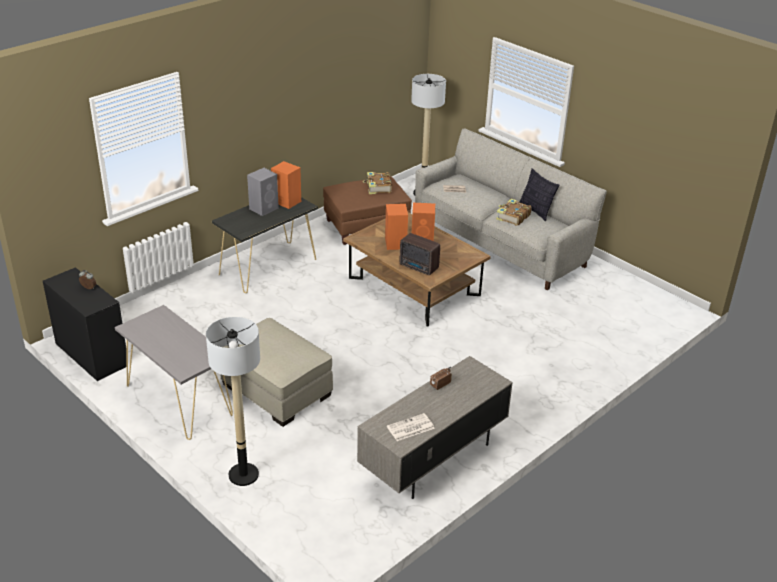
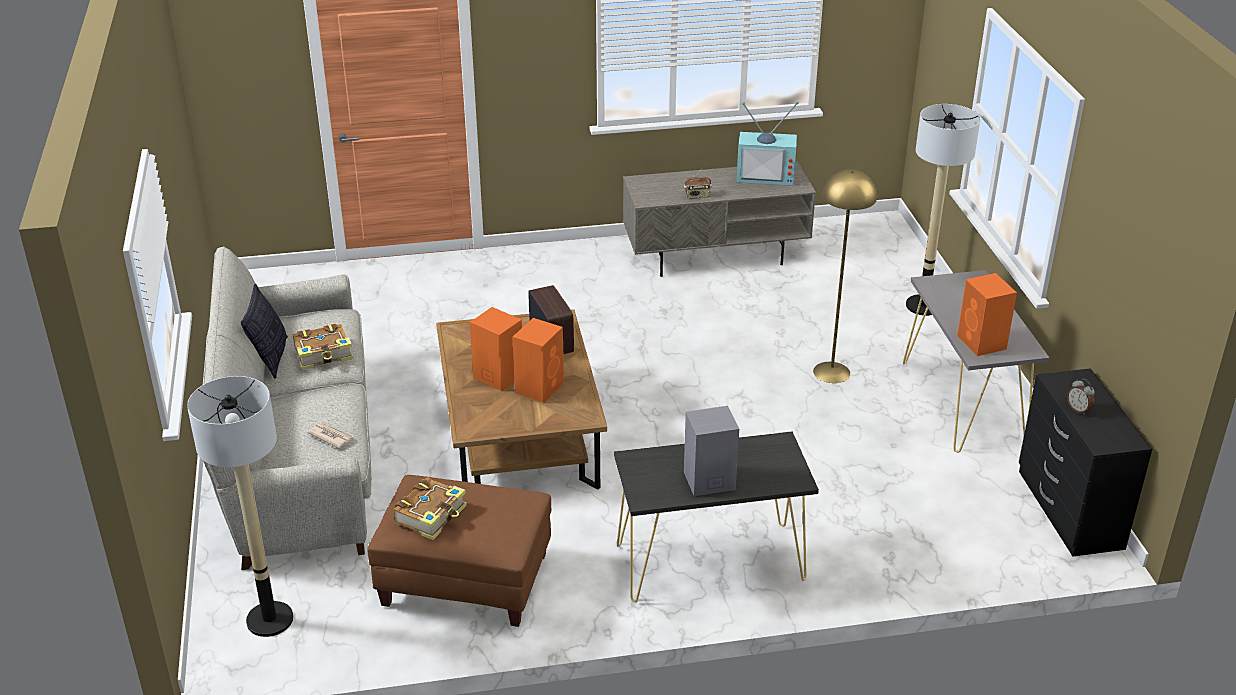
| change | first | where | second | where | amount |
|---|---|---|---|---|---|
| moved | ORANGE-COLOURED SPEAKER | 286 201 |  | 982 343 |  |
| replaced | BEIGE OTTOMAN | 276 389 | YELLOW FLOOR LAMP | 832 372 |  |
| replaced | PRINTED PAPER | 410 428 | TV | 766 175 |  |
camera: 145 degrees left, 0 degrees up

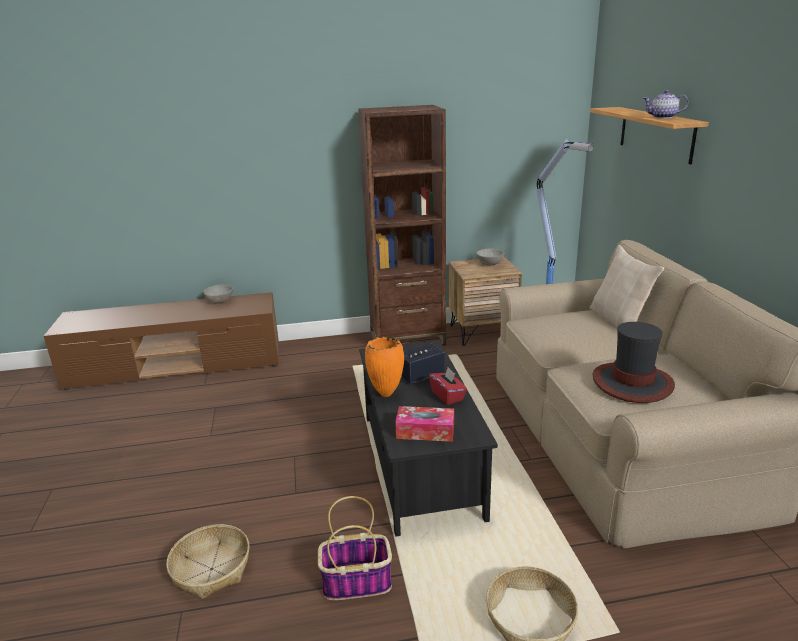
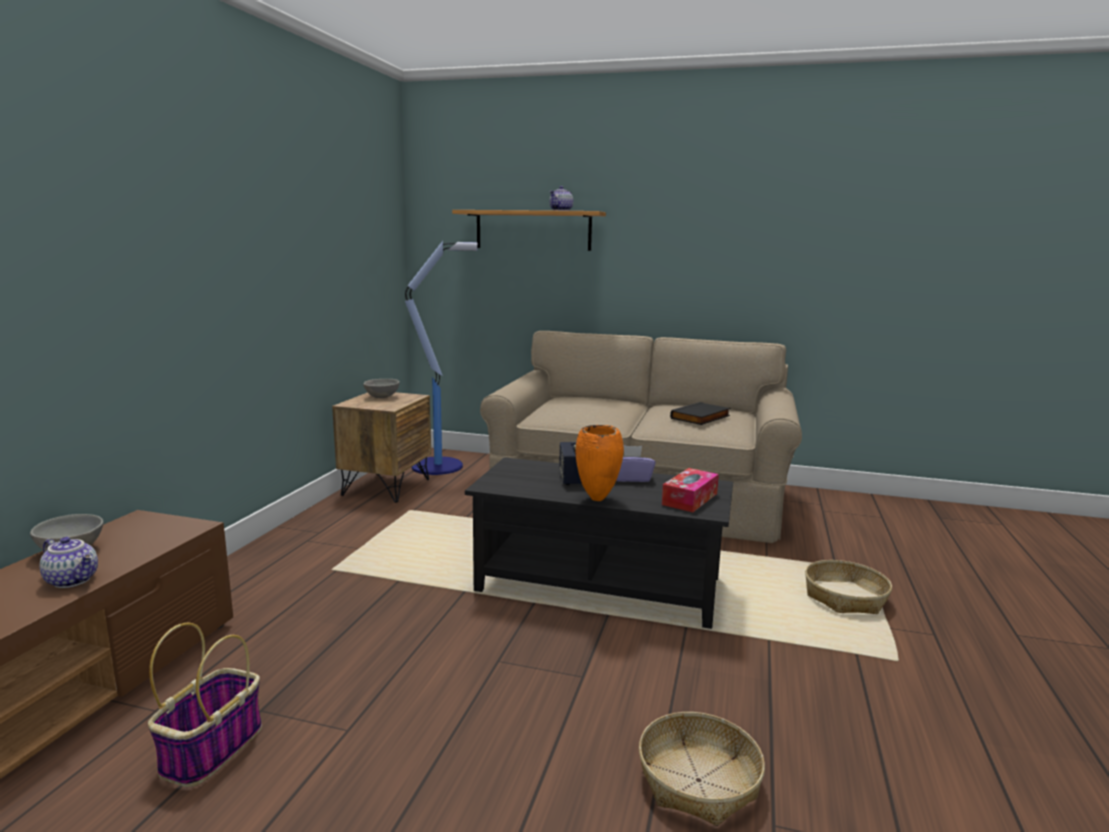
| change | first | where | second | where | amount |
|---|---|---|---|---|---|
| removed | BROWNISH BOOKCASE | 407 339 |  |  |  |
| removed | BEIGE THROW PILLOW | 619 321 |  |  |  |
| replaced | CLOTHING HAT | 632 383 | BLACKISH BOUND BOOK | 701 417 |  |
| recoloured | RED TISSUE HOLDER | 448 396 | PURPLISH TISSUE HOLDER | 631 478 |  |
| moved | STORAGE BASKET | 357 582 |  | 212 748 |  |
| added |  |  | TEA POT | 73 580 |  |
camera: 65 degrees left, 10 degrees down

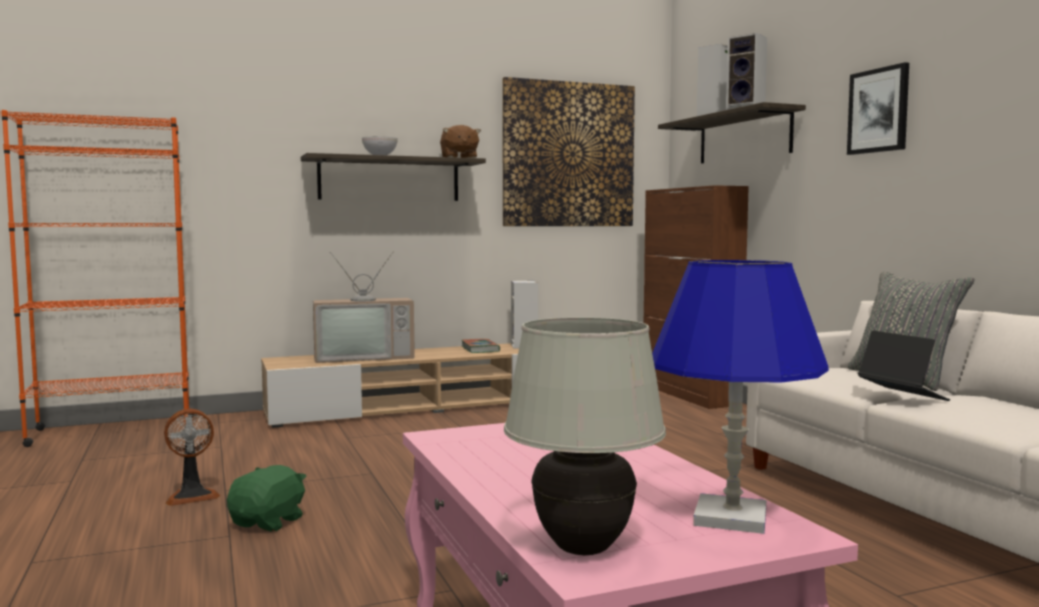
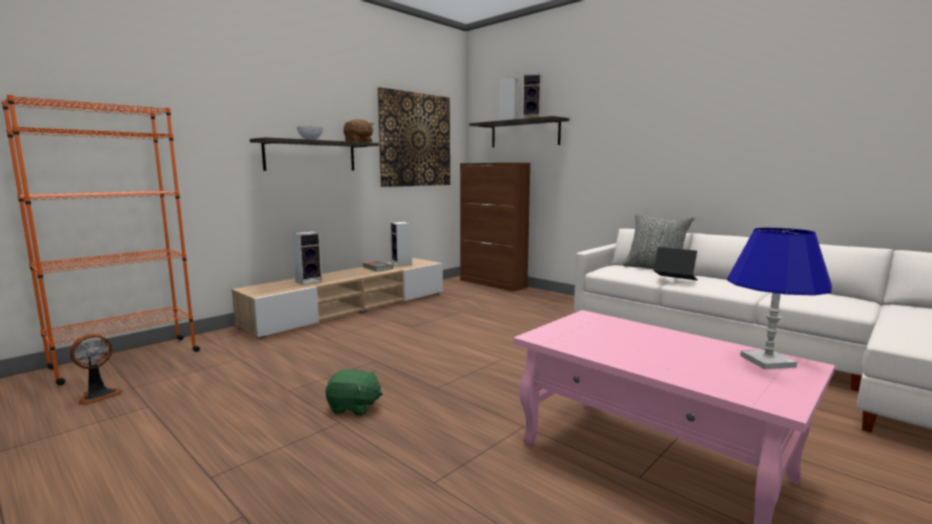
| change | first | where | second | where | amount |
|---|---|---|---|---|---|
| removed | WALL ART | 878 110 |  |  |  |
| replaced | TV | 364 357 | SPEAKER | 309 281 |  |
| removed | WHITE-COLOURED TABLETOP LAMP | 582 548 |  |  |  |
| moved | COOLING FAN | 192 496 |  | 98 395 |  |
| turned | GREEN CUDDLY TOY | 269 522 |  | 354 407 | 105 degrees clockwise |
camera: 25 degrees left, 5 degrees up

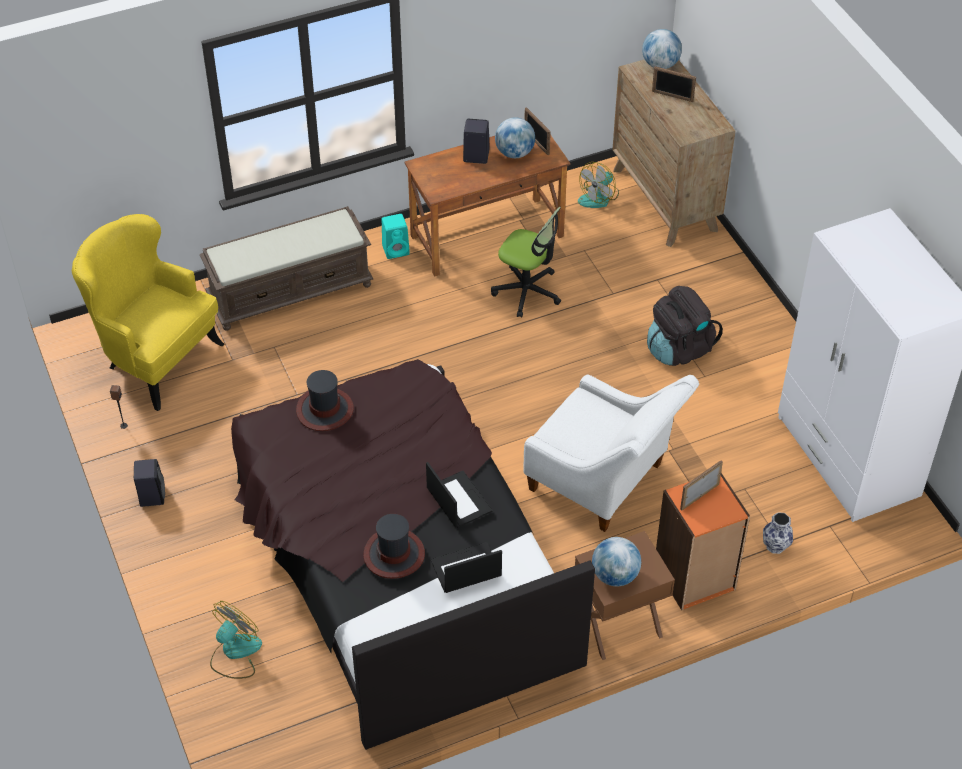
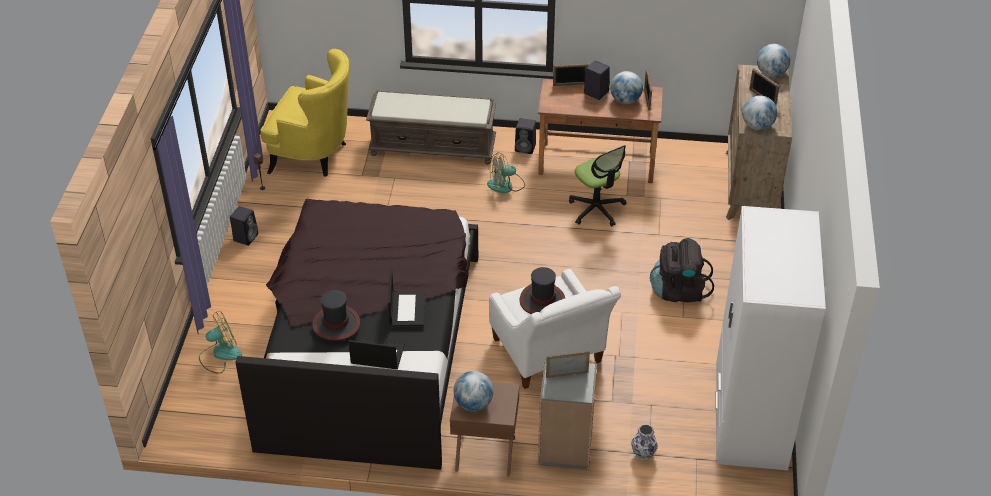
| change | first | where | second | where | amount |
|---|---|---|---|---|---|
| moved | COOLING FAN | 599 197 |  | 506 185 |  |
| turned | YELLOW LOUNGE CHAIR | 156 358 |  | 314 155 | 135 degrees clockwise |
| recoloured | BLUE-GREEN SPEAKER | 396 250 | BLACKISH SPEAKER | 526 148 |  |
| moved | CLOTHING HAT | 324 410 |  | 542 300 |  |
| recoloured | ORANGE-COLOURED BOOKCASE | 694 578 | GREYISH BOOKCASE | 565 448 |  |
| added |  |  | PHOTO FRAME | 570 84 |  |
| added |  |  | WORLD GLOBE | 757 126 |  |
camera: 30 degrees right, 5 degrees down

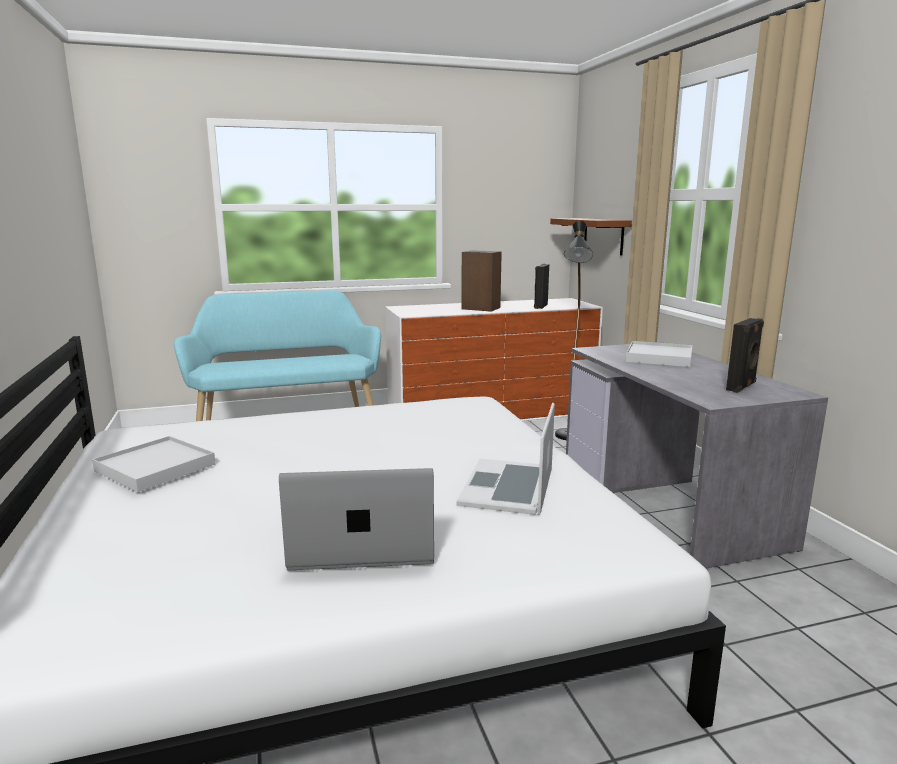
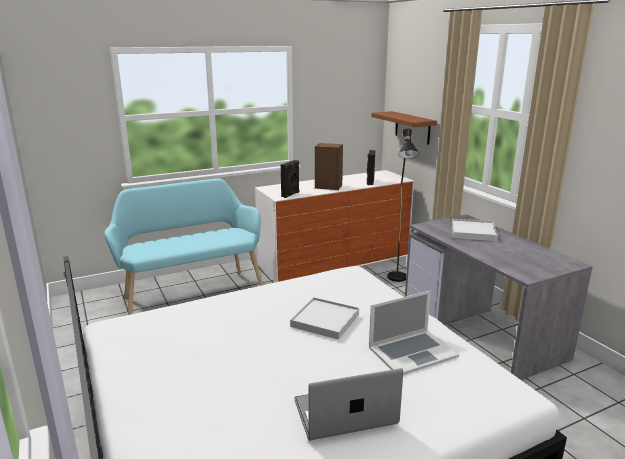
| change | first | where | second | where | amount |
|---|---|---|---|---|---|
| moved | BLACKISH SPEAKER | 742 387 |  | 291 194 |  |
| turned | LAPTOP | 508 486 |  | 412 352 | 120 degrees counterclockwise |
| moved | WHITE-COLOURED TRAY | 155 467 |  | 325 320 |  |
camera: 10 degrees left, 5 degrees up

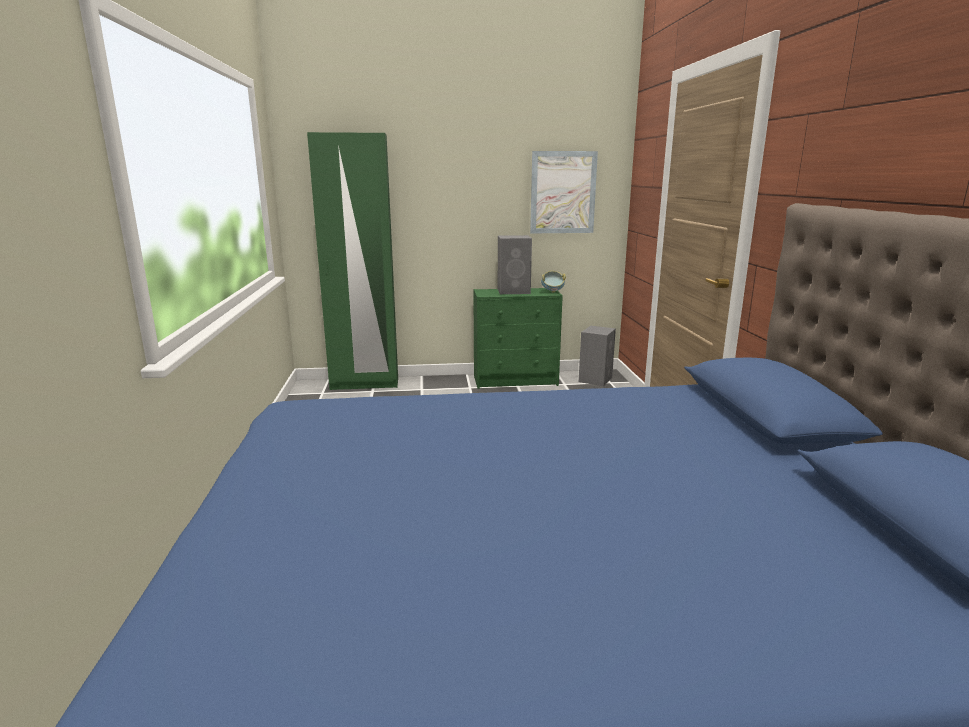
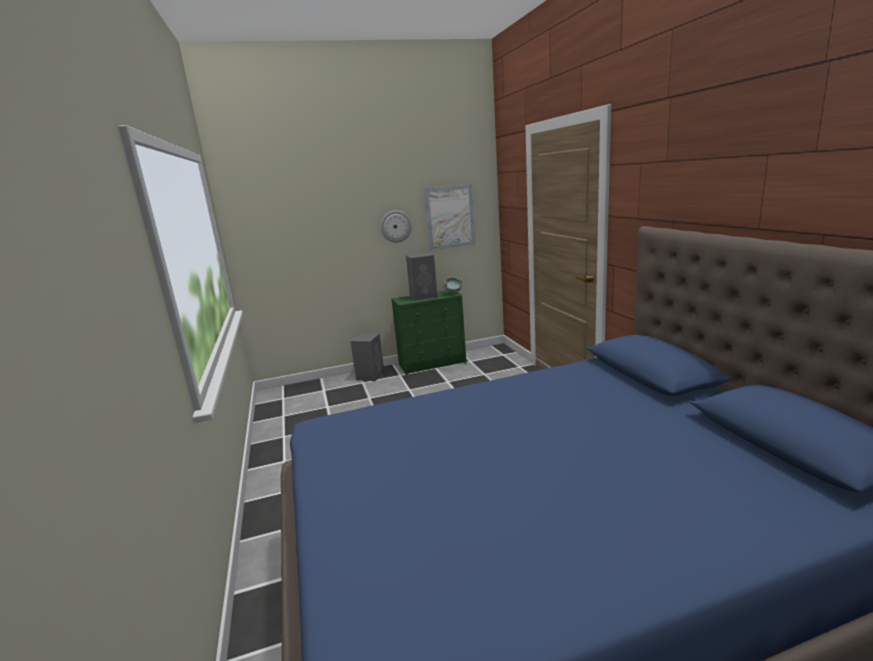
| change | first | where | second | where | amount |
|---|---|---|---|---|---|
| removed | GREEN CLOTHES CUPBOARD | 364 384 |  |  |  |
| moved | GREYISH SPEAKER | 595 379 |  | 370 375 |  |
| added |  |  | CLOCK ON THE WALL | 395 226 |  |
camera: 10 degrees left, 0 degrees up

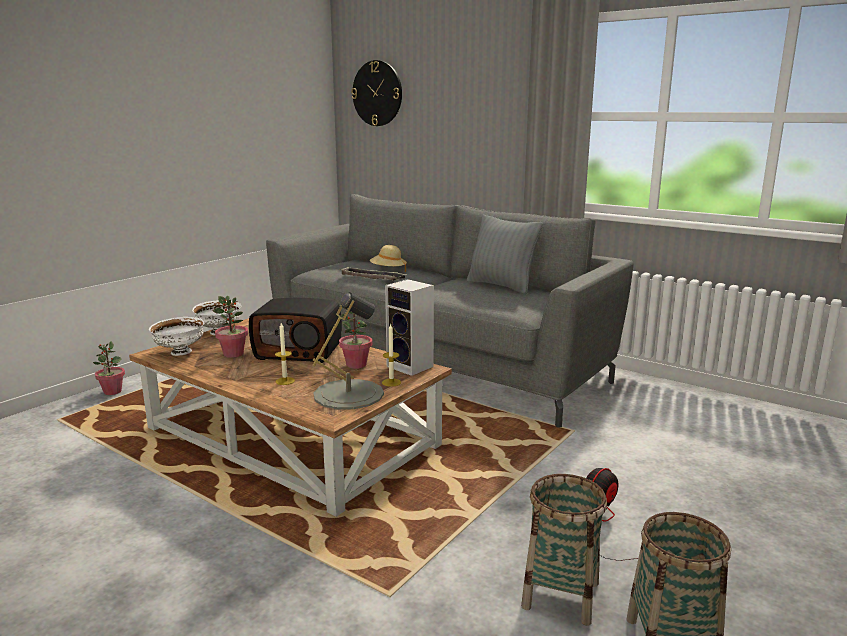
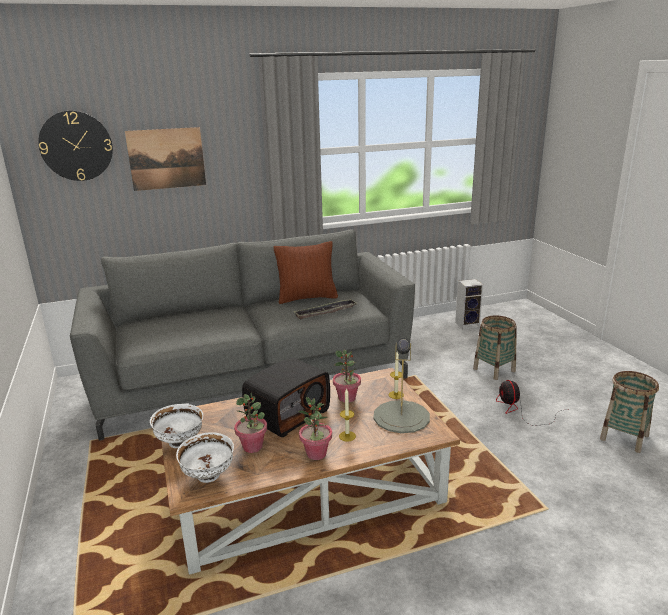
| change | first | where | second | where | amount |
|---|---|---|---|---|---|
| recoloured | GREYISH THROW PILLOW | 501 286 | BROWNISH THROW PILLOW | 307 298 |  |
| removed | BEIGE CLOTHING HAT | 388 270 |  |  |  |
| moved | TRAY | 372 278 |  | 325 312 |  |
| moved | SPEAKER | 412 367 |  | 468 324 |  |
| moved | PLANT IN A POT | 112 391 |  | 316 454 |  |
| moved | STORAGE BASKET | 560 595 |  | 494 370 |  |
| added |  |  | WALL ART | 166 158 |  |
camera: 55 degrees left, 5 degrees up

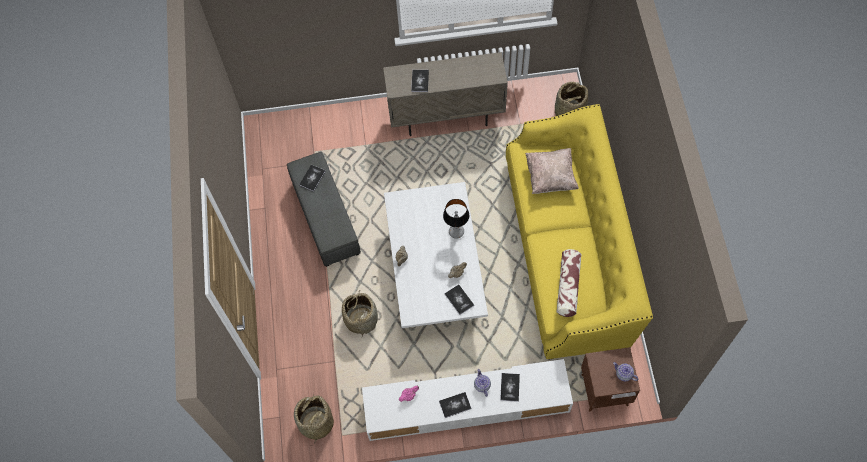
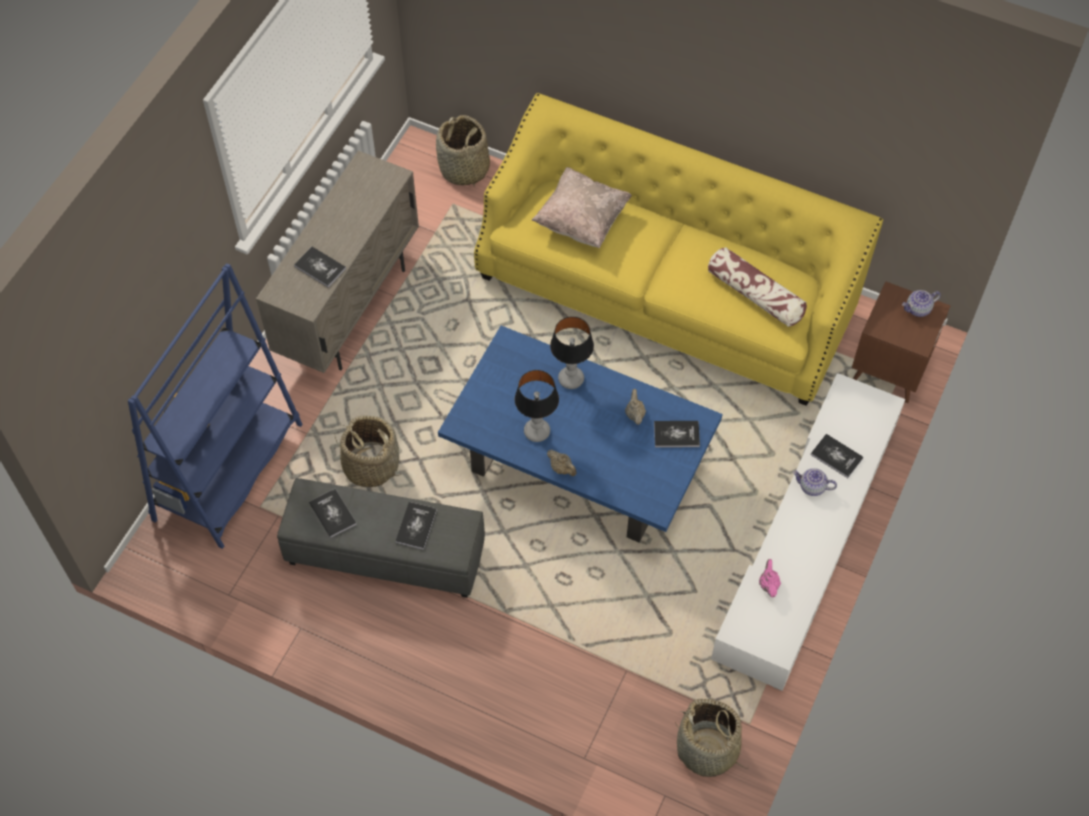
| change | first | where | second | where | amount |
|---|---|---|---|---|---|
| recoloured | WHITE-COLOURED LOUNGE TABLE | 436 271 | BLUE LOUNGE TABLE | 581 460 |  |
| moved | STORAGE BASKET | 361 319 |  | 371 465 |  |
| moved | BOUND BOOK | 455 405 |  | 416 526 |  |
| added |  |  | BLUE BOOKCASE | 228 471 |  |
| added |  |  | TABLETOP LAMP | 537 432 |  |
camera: 60 degrees left, 5 degrees down

